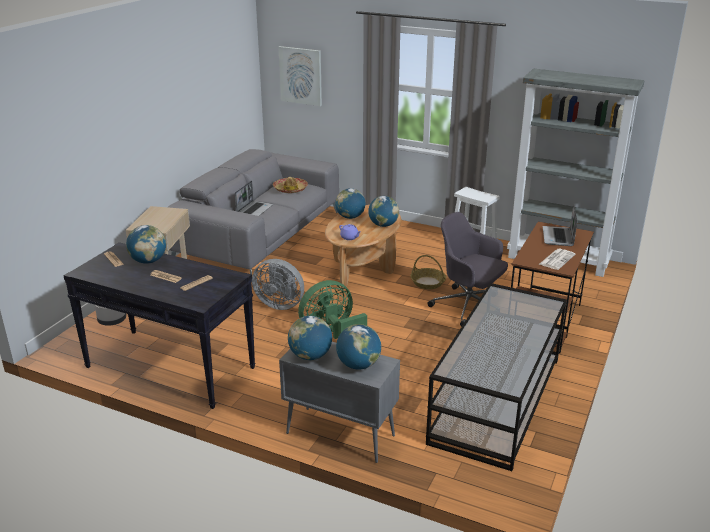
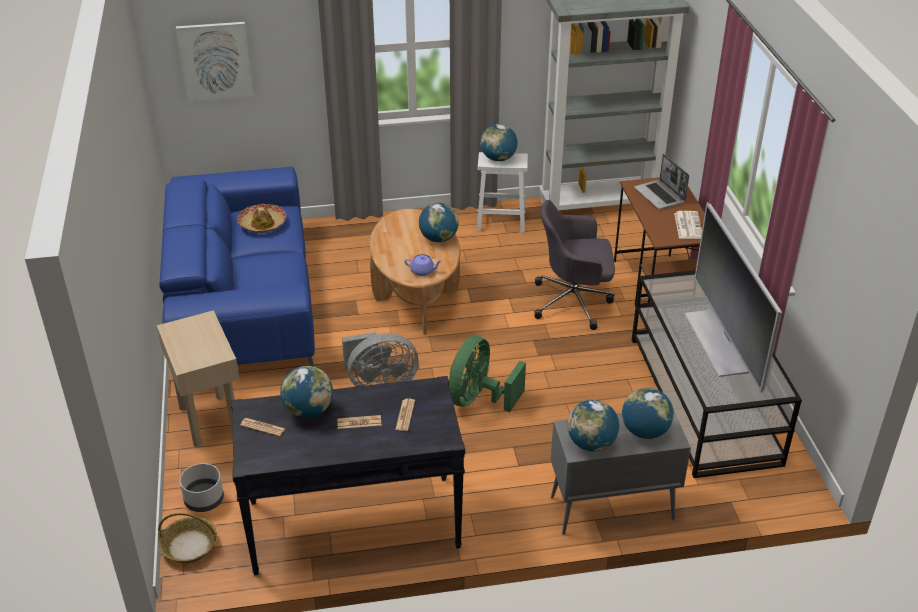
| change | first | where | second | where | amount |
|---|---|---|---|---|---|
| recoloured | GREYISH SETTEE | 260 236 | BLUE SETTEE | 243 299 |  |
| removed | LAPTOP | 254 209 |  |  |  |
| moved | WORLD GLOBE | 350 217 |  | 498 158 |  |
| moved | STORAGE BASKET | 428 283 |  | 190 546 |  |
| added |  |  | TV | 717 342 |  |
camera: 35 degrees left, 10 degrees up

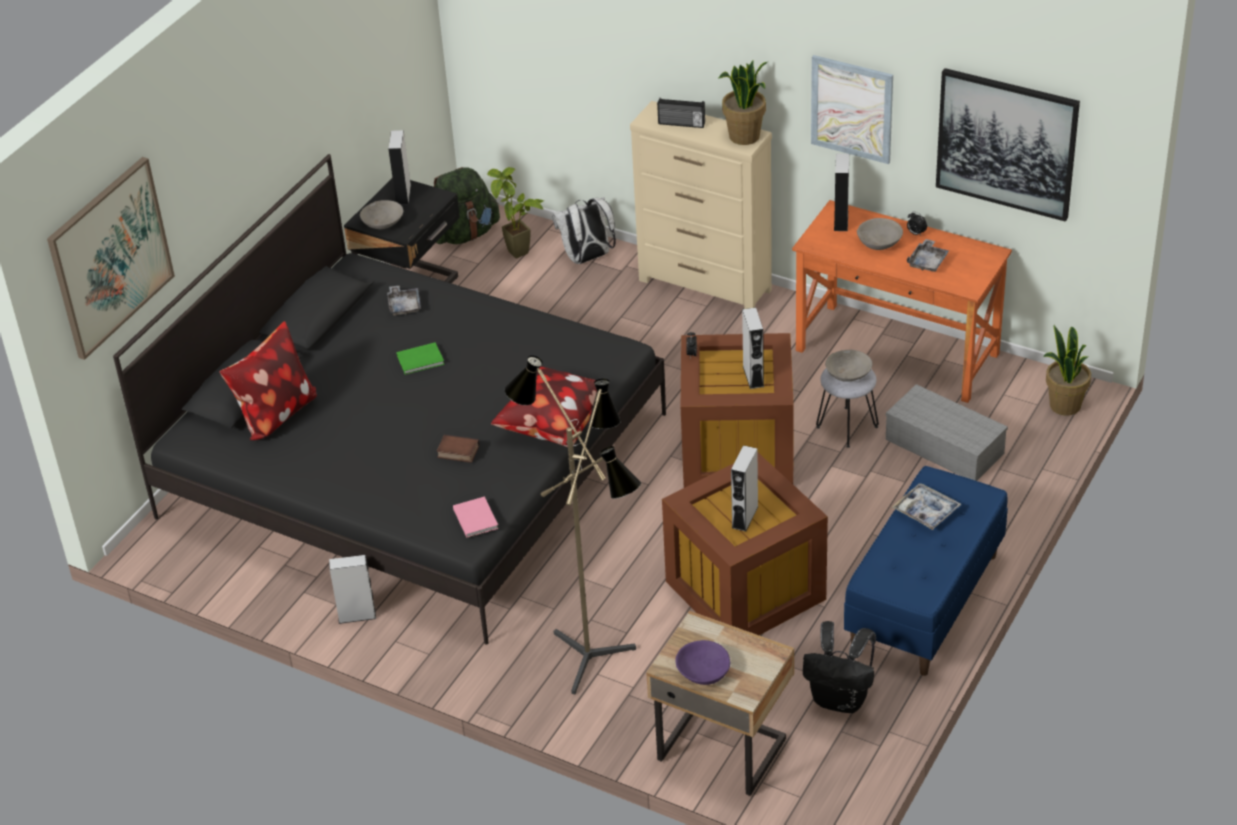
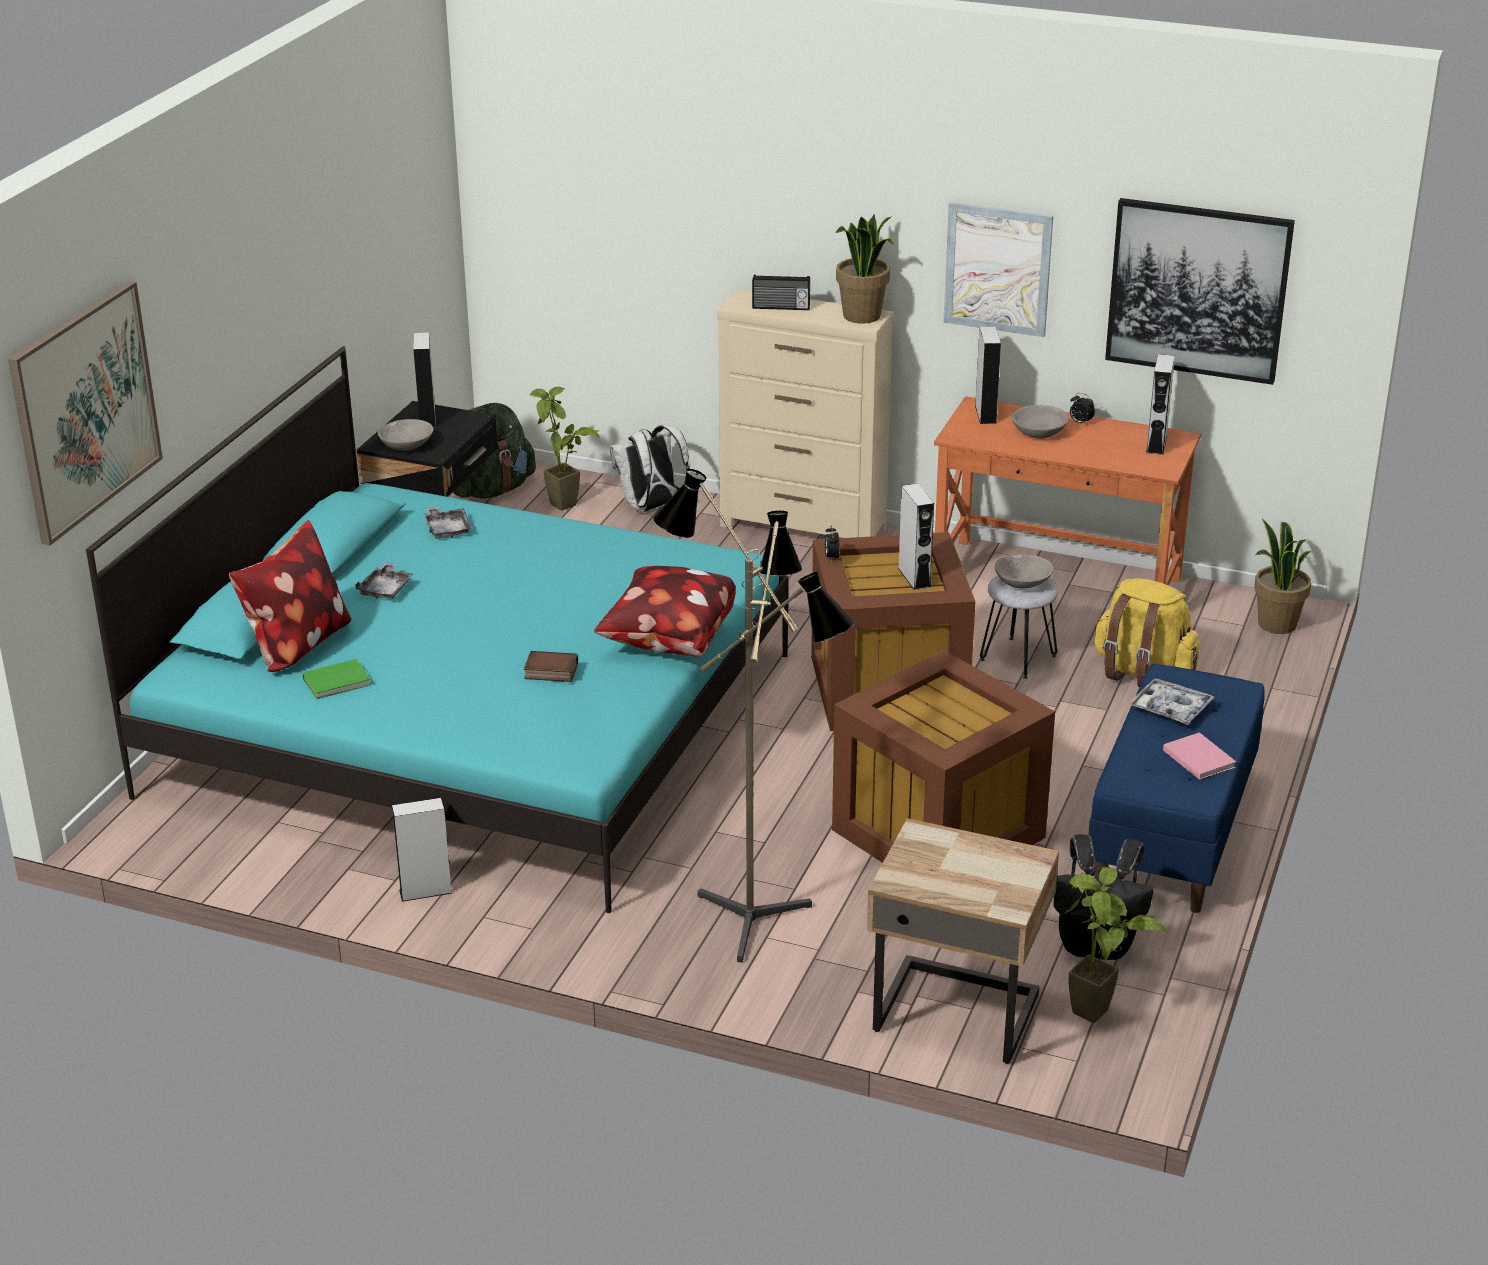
| change | first | where | second | where | amount |
|---|---|---|---|---|---|
| recoloured | BLACKISH BEDROOM BED | 414 464 | BLUE-GREEN BEDROOM BED | 472 723 |  |
| moved | GREYISH TRAY | 928 261 |  | 386 589 |  |
| moved | GREEN BOUND BOOK | 422 360 |  | 339 682 |  |
| replaced | GREYISH STORAGE BIN | 942 446 | YELLOW BACKPACK | 1142 671 |  |
| moved | GREYISH SPEAKER | 745 517 |  | 1156 444 |  |
| moved | PINK-COLOURED BOUND BOOK | 476 518 |  | 1198 758 |  |
| removed | PURPLISH DEEP DISH | 703 671 |  |  |  |
| added |  |  | PLANT IN A POT | 1099 1020 |  |
camera: 10 degrees left, 10 degrees down

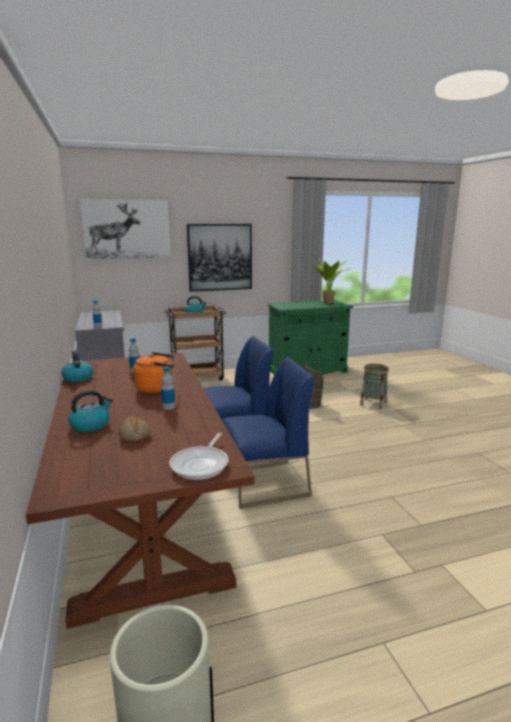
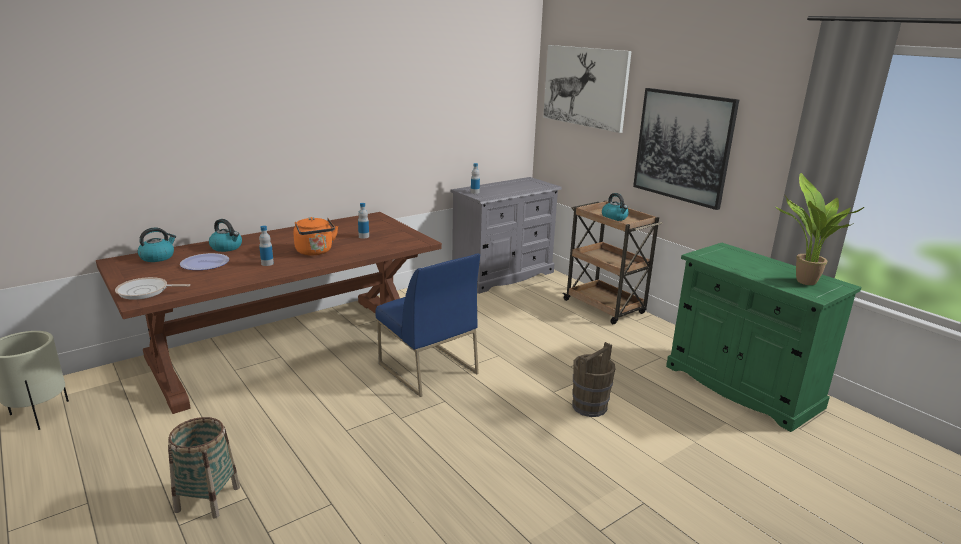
| change | first | where | second | where | amount |
|---|---|---|---|---|---|
| moved | WATER KETTLE | 78 378 |  | 158 257 |  |
| removed | BLUE UPRIGHT CHAIR | 265 484 |  |  |  |
| moved | STORAGE BASKET | 373 404 |  | 207 499 |  |
| replaced | BREAD | 135 435 | FLAT DISH | 205 263 |  |
camera: 70 degrees right, 5 degrees up

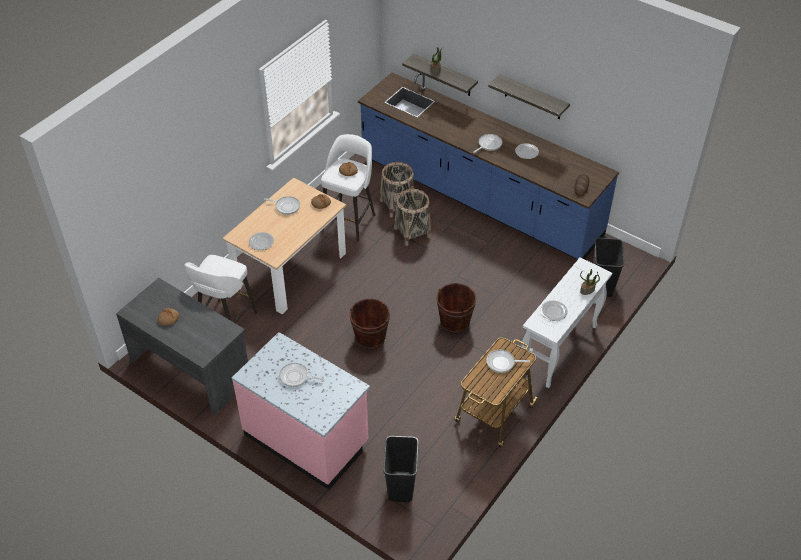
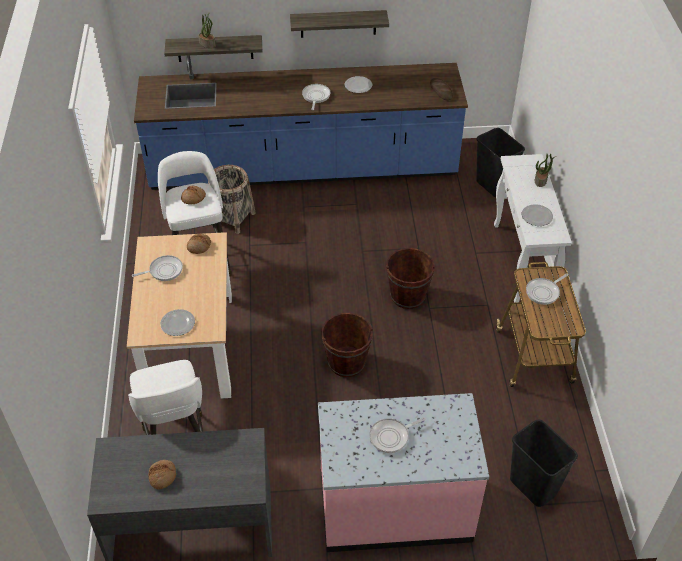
| change | first | where | second | where | amount |
|---|---|---|---|---|---|
| removed | STORAGE BASKET | 412 232 |  |  |  |
camera: 40 degrees left, 0 degrees up

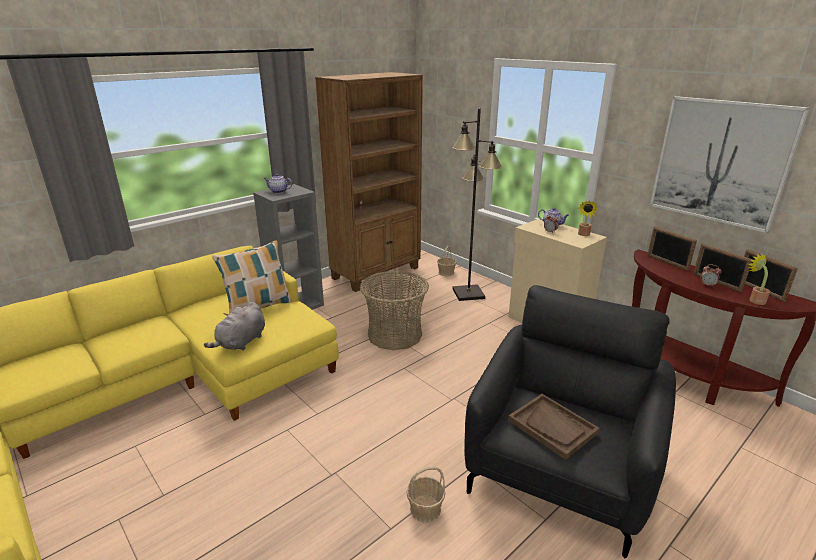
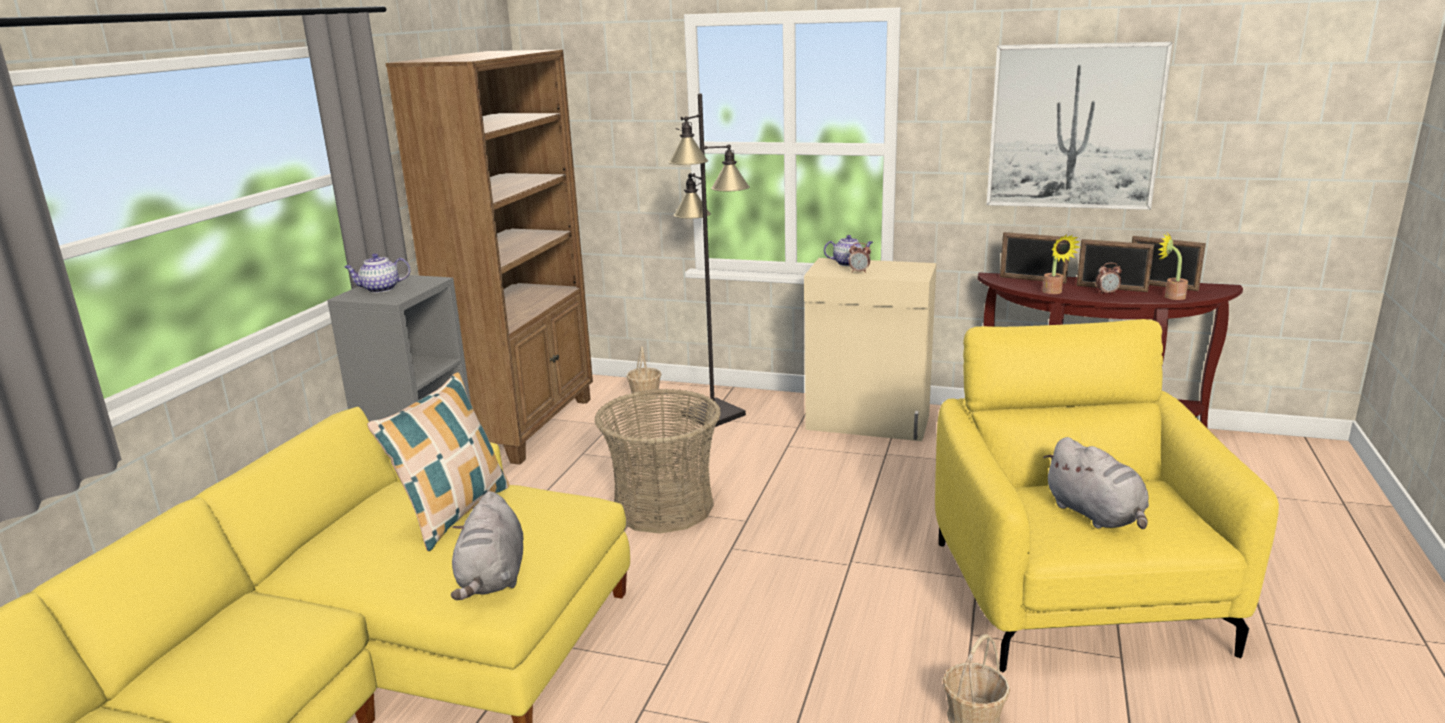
| change | first | where | second | where | amount |
|---|---|---|---|---|---|
| moved | PLANT IN A POT | 583 235 |  | 1054 292 |  |
| recoloured | BLACKISH LOUNGE CHAIR | 559 471 | YELLOW LOUNGE CHAIR | 1076 596 |  |
| replaced | BROWNISH TRAY | 552 427 | GREYISH CUDDLY TOY | 1096 515 |  |
camera: 30 degrees left, 5 degrees down

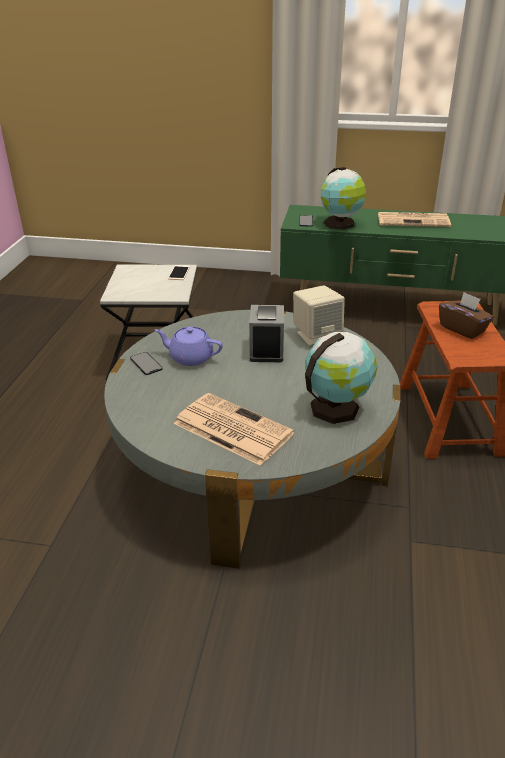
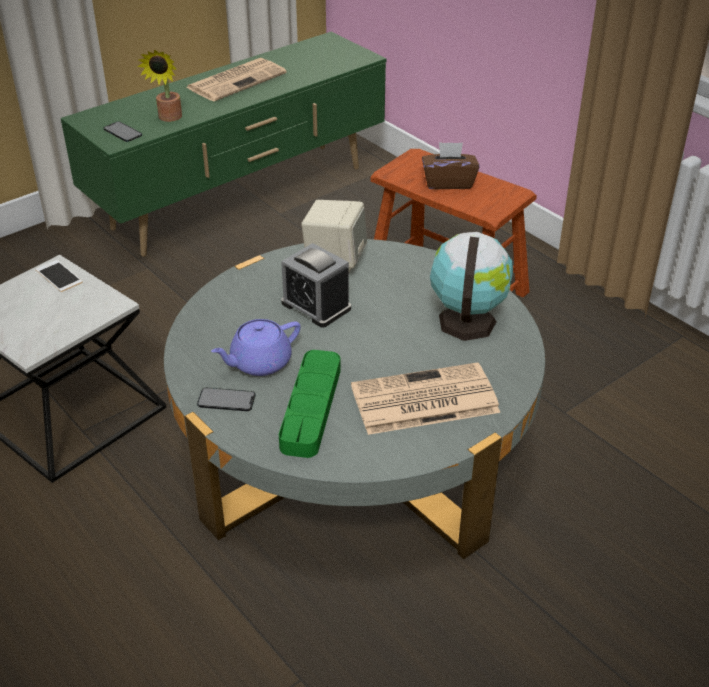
| change | first | where | second | where | amount |
|---|---|---|---|---|---|
| replaced | WORLD GLOBE | 340 224 | PLANT IN A POT | 168 118 |  |
| added |  |  | GREEN TRAY | 311 408 |  |
camera: 50 degrees left, 5 degrees up

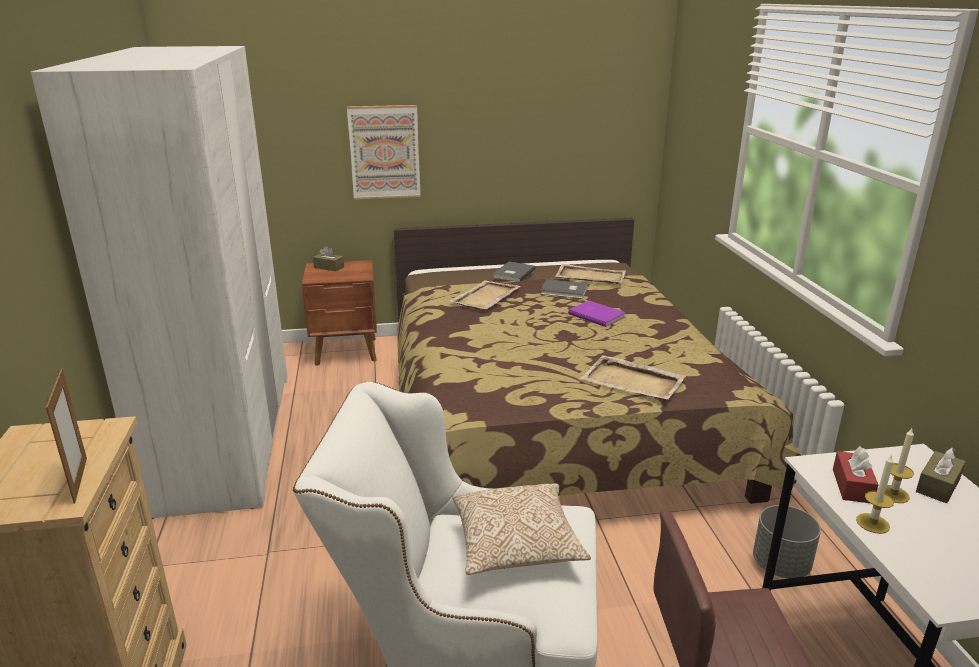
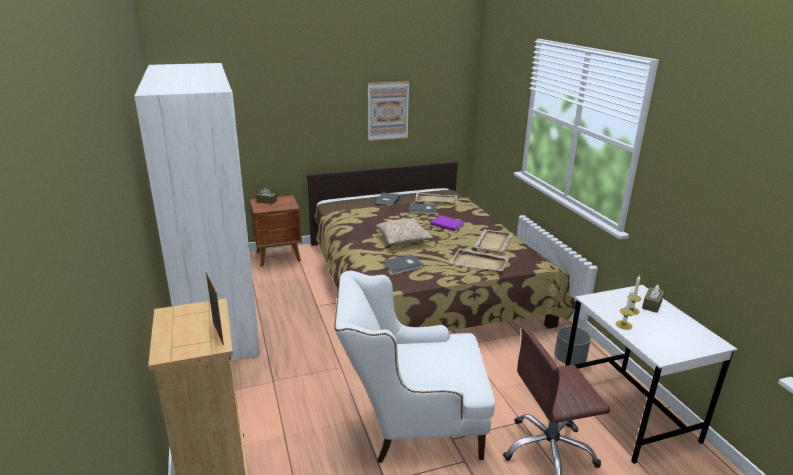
| change | first | where | second | where | amount |
|---|---|---|---|---|---|
| moved | WALL ART | 384 152 |  | 388 111 |  |
| moved | BEIGE TRAY | 485 297 |  | 493 242 |  |
| removed | RED TISSUE HOLDER | 852 486 |  |  |  |
| moved | THROW PILLOW | 516 545 |  | 403 240 |  |
| added |  |  | GREYISH BOUND BOOK | 404 265 |  |
camera: 10 degrees left, 0 degrees up

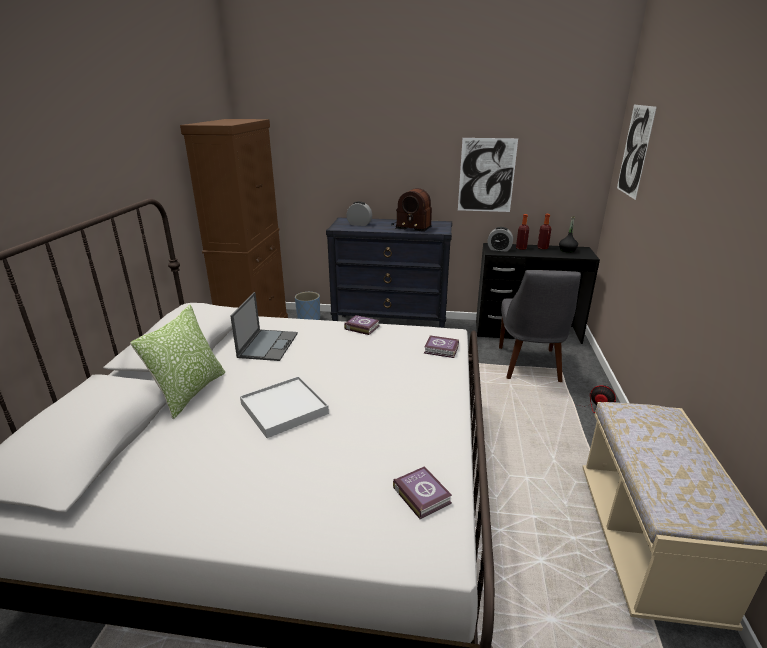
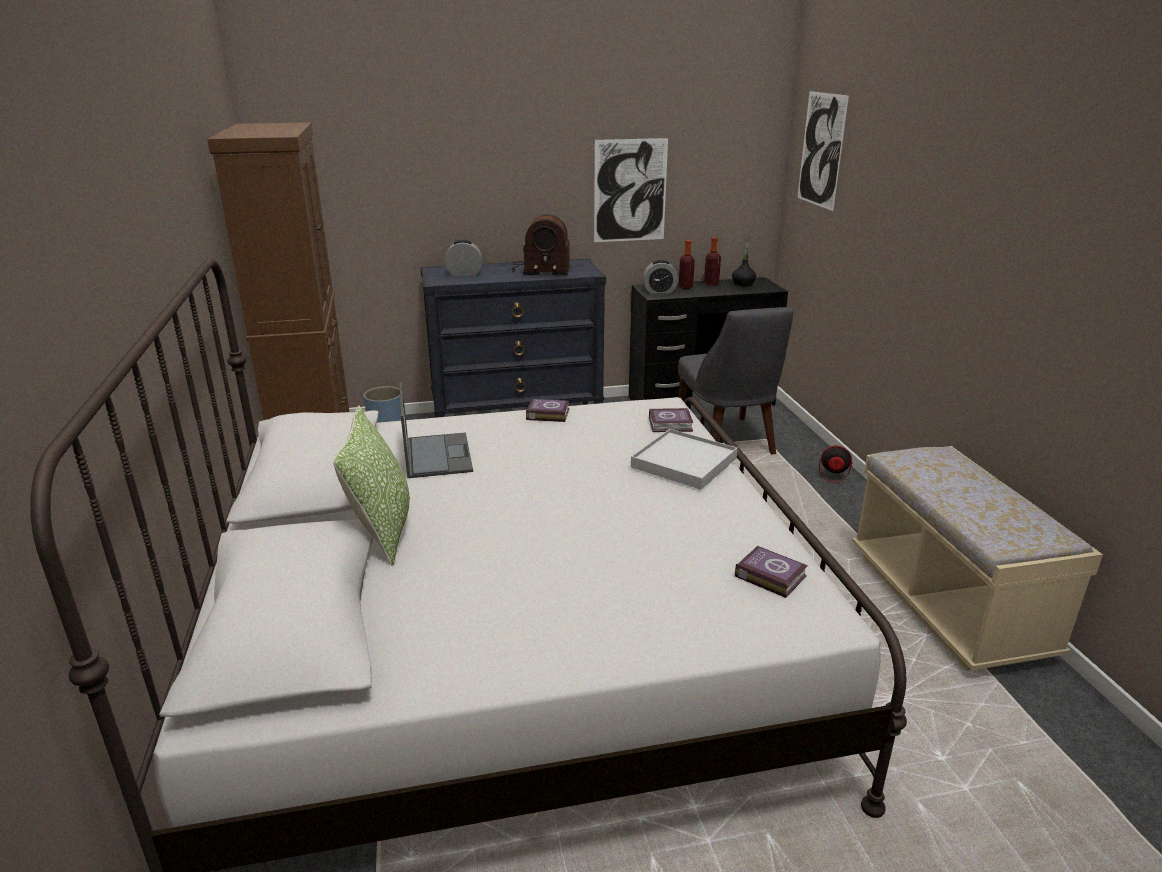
| change | first | where | second | where | amount |
|---|---|---|---|---|---|
| moved | WHITE-COLOURED TRAY | 284 409 |  | 684 463 |  |
camera: 20 degrees left, 0 degrees up

